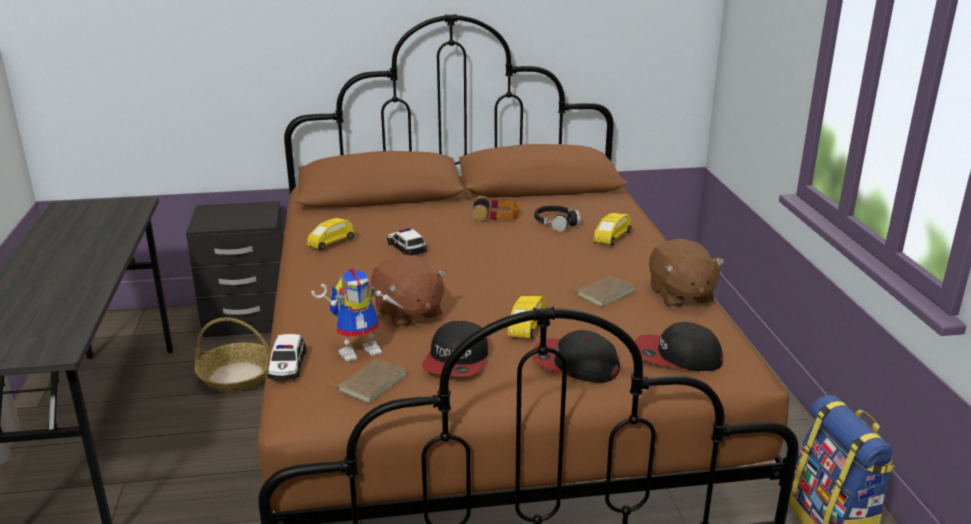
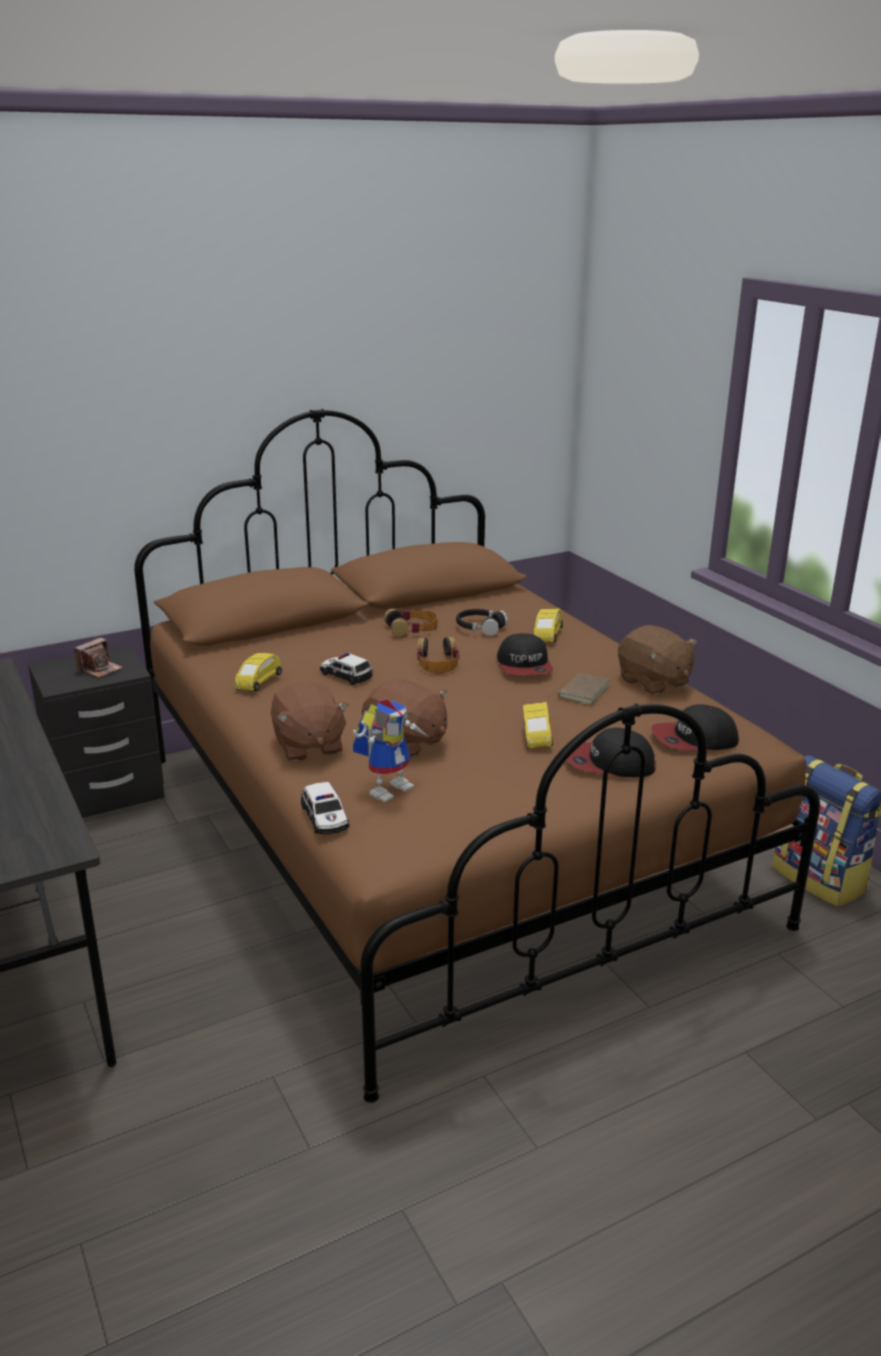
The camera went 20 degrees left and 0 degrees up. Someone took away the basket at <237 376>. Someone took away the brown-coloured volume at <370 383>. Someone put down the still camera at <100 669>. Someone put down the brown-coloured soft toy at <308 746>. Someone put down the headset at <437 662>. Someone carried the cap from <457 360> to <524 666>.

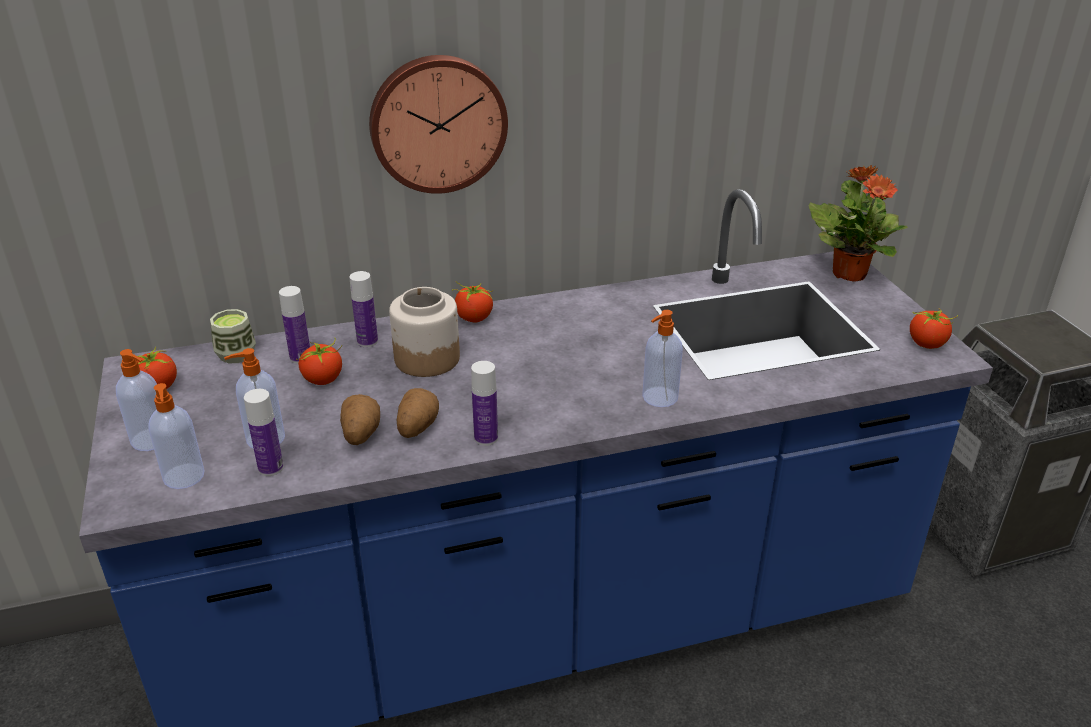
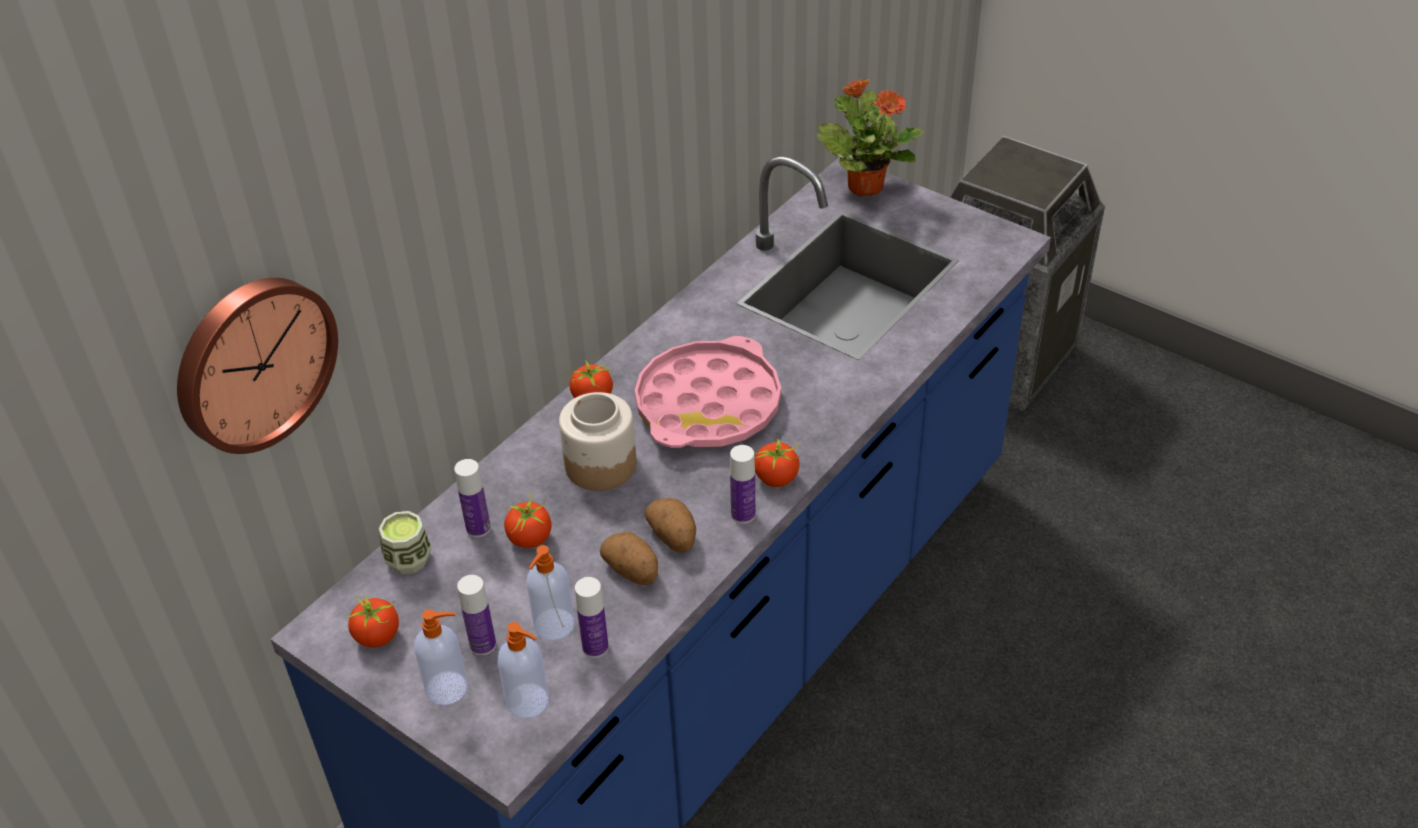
The camera went 35 degrees left and 10 degrees up. Someone took away the liquid soap bottle at <659 398>. Someone put down the pinkish serving tray at <708 405>. Someone carried the beverage bottle from <367 341> to <483 645>. Someone carried the wall clock from <437 123> to <253 362>. Someone carried the fresh tomato from <927 344> to <777 478>.

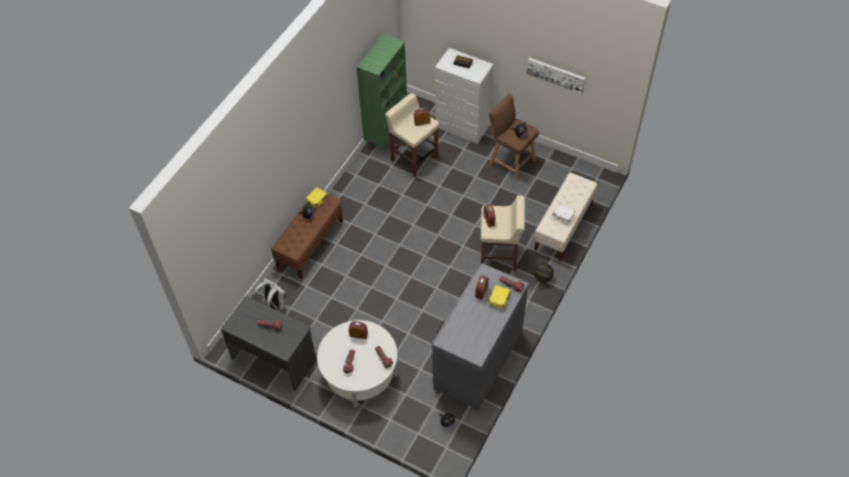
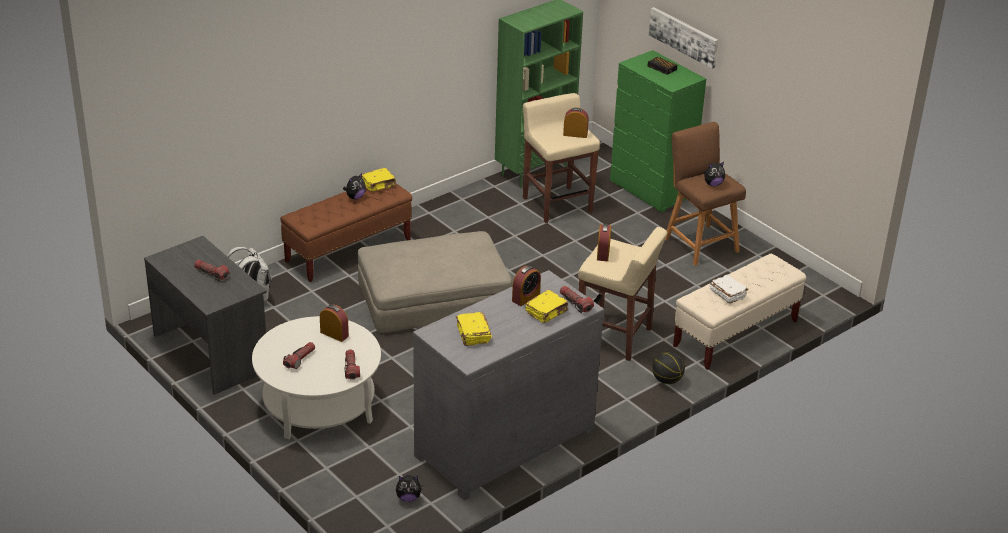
The camera went 20 degrees right and 20 degrees down. Someone put down the beige-coloured pouffe at <434 297>. Someone put down the yellow volume at <473 335>. Someone carried the wall art from <556 74> to <684 36>. Someone repainted the white dresser at <463 127>, which became the green-coloured dresser at <651 190>.

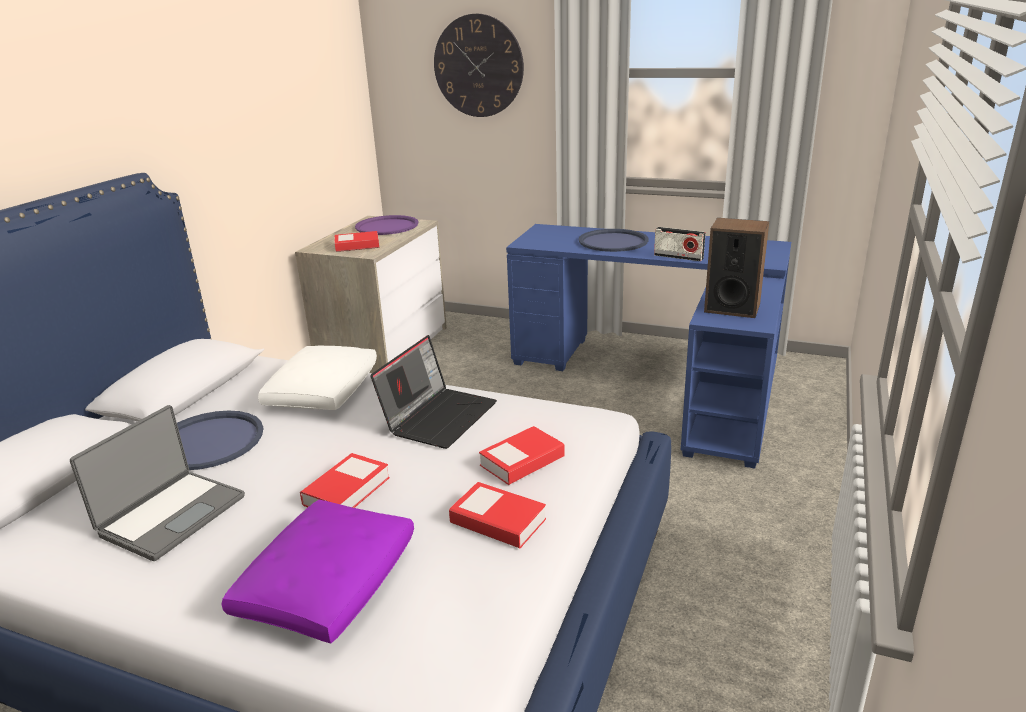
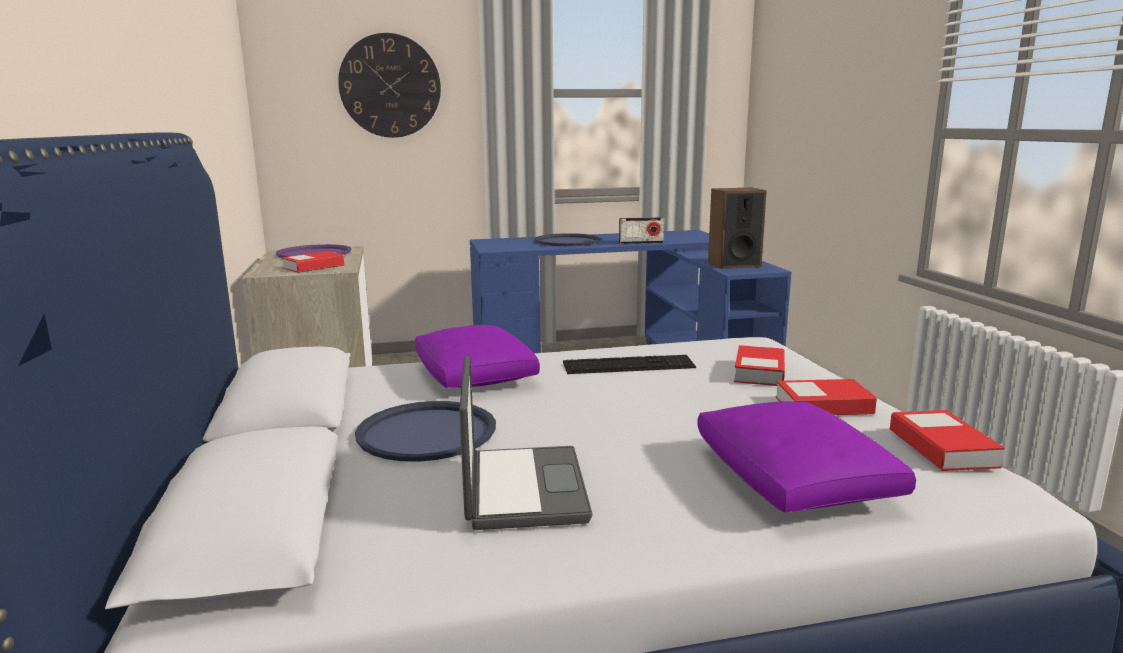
The camera went 35 degrees left and 10 degrees down. Someone carried the volume from <347 491> to <942 448>. Someone swapped the laptop at <439 416> for the PC keyboard at <628 365>. Someone repainted the white throw pillow at <323 391>, which became the purple-coloured throw pillow at <474 374>.

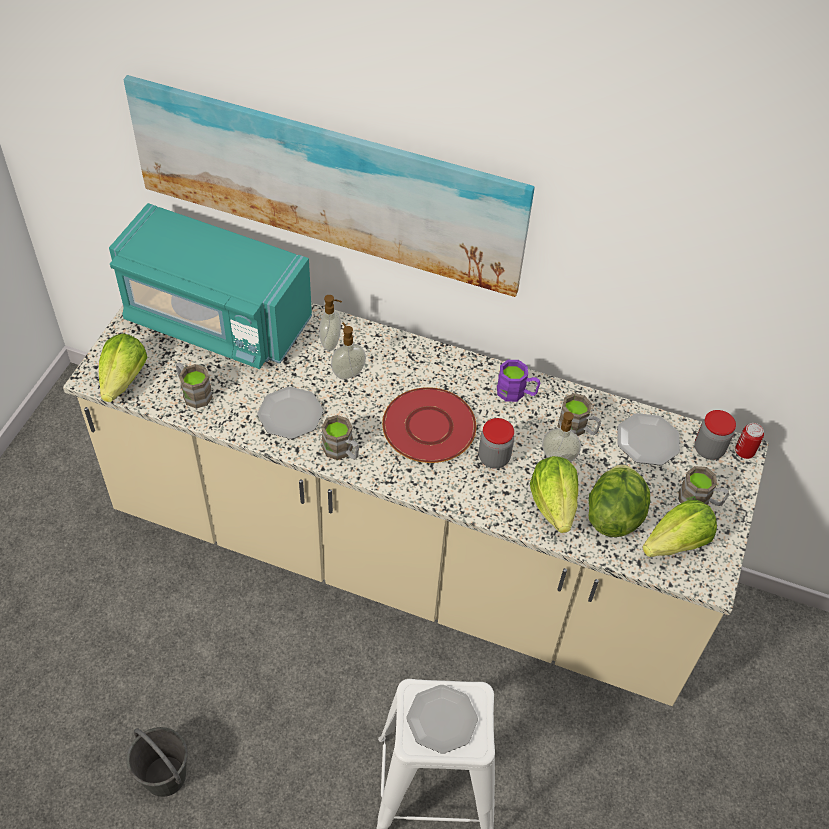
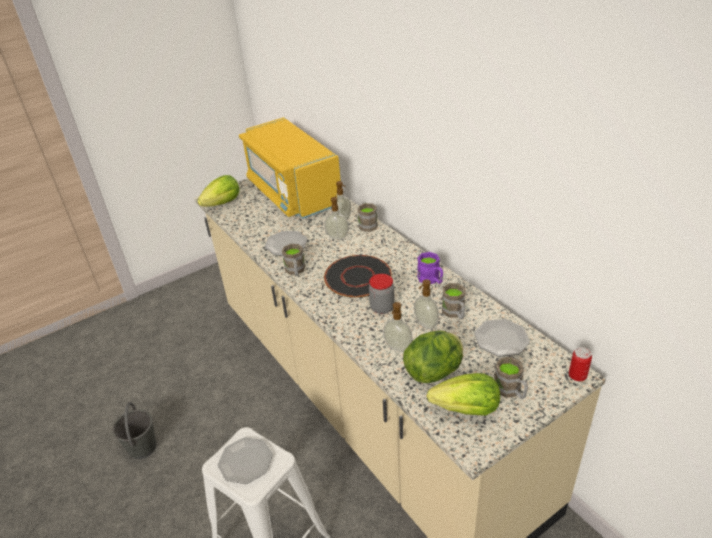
The camera went 40 degrees right and 15 degrees down. Someone took away the wall art at <327 180>. Someone took away the storage jar at <708 449>. Someone carried the brown-coloured mug from <193 392> to <367 224>. Someone swapped the lettuce at <554 504> for the liquid soap bottle at <397 348>. Someone repainted the turquoise microwave at <215 319>, which became the yellow microwave at <293 192>. Someone repainted the reddish dinner plate at <428 426>, which became the blackish dinner plate at <357 277>.

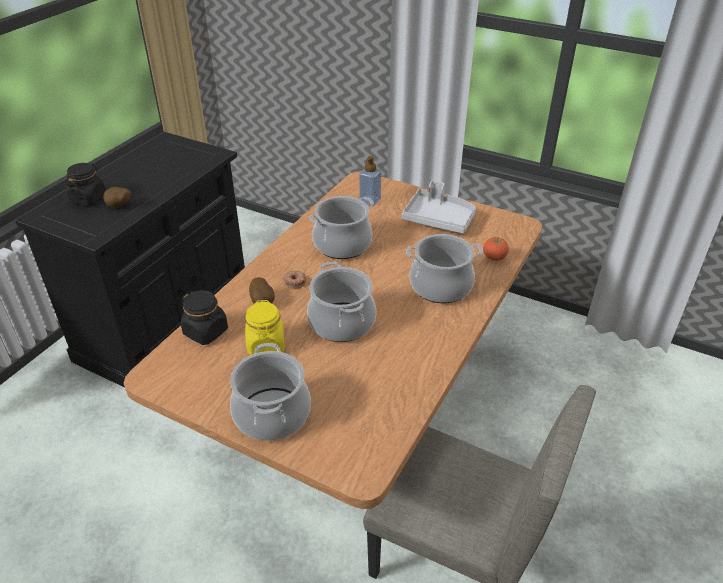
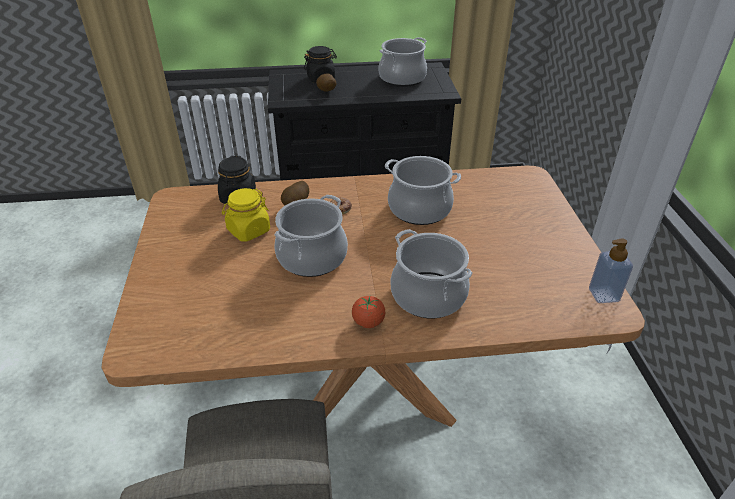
The camera went 55 degrees right and 0 degrees up. Someone took away the gray serving tray at <439 219>. Someone carried the cooking pot from <272 414> to <402 78>. Someone carried the liquid soap bottle from <370 201> to <603 295>. Someone carried the fresh tomato from <494 258> to <368 322>.

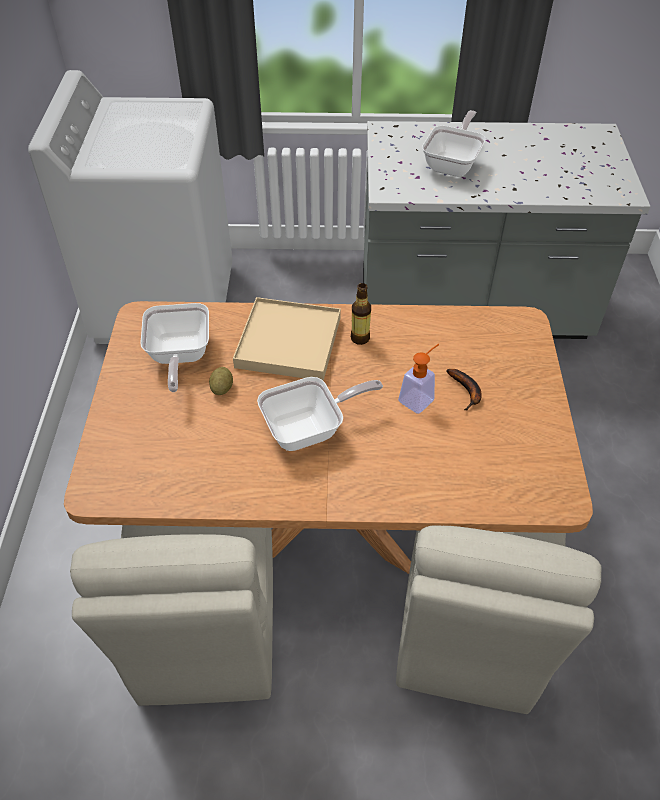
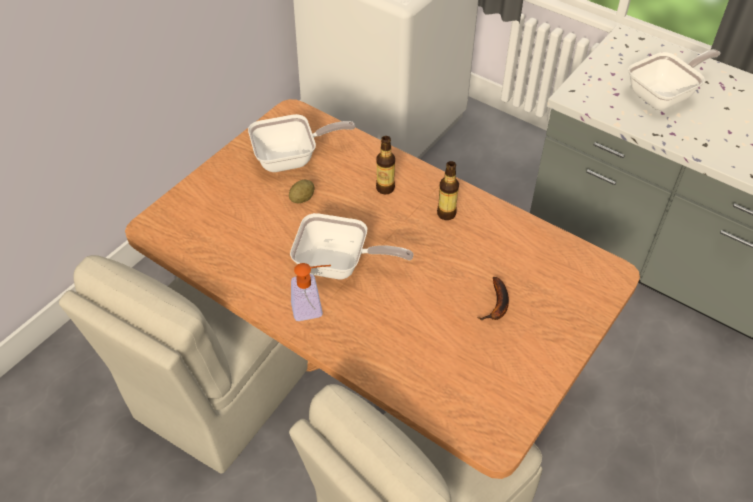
The camera went 35 degrees right and 0 degrees up. Someone carried the liquid soap bottle from <419 397> to <313 308>. Someone swapped the beige-coloured serving tray at <289 342> for the beverage bottle at <385 188>. Someone rotated the frying pan at <179 357> by 135 degrees counterclockwise.

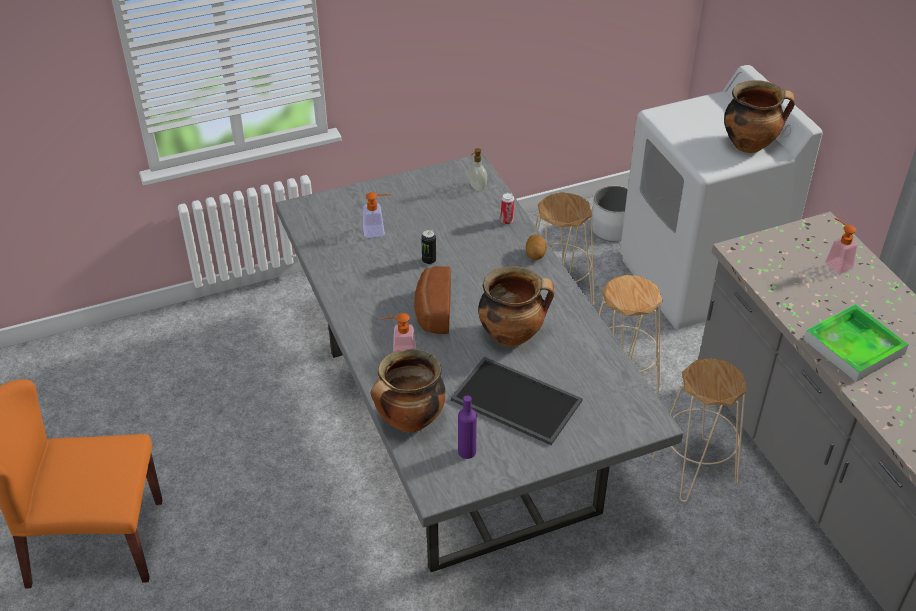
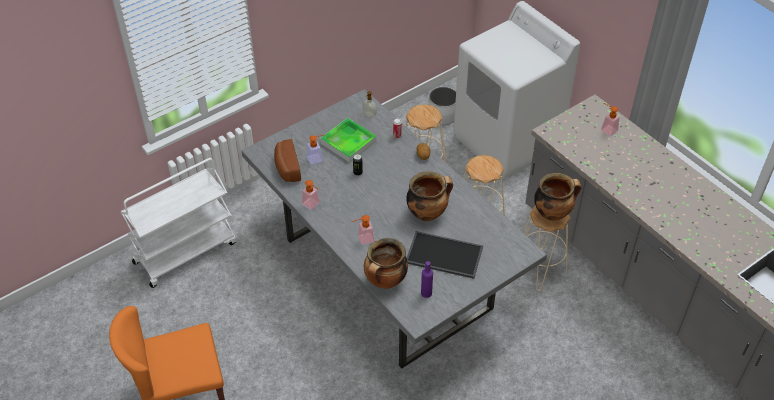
The camera went 15 degrees left and 5 degrees up. Someone put down the white cart at <186 252>. Someone put down the liquid soap bottle at <313 205>. Someone carried the bread from <432 311> to <286 168>. Someone carried the cooking pot from <750 145> to <553 213>. Someone carried the serving tray from <854 346> to <348 142>.

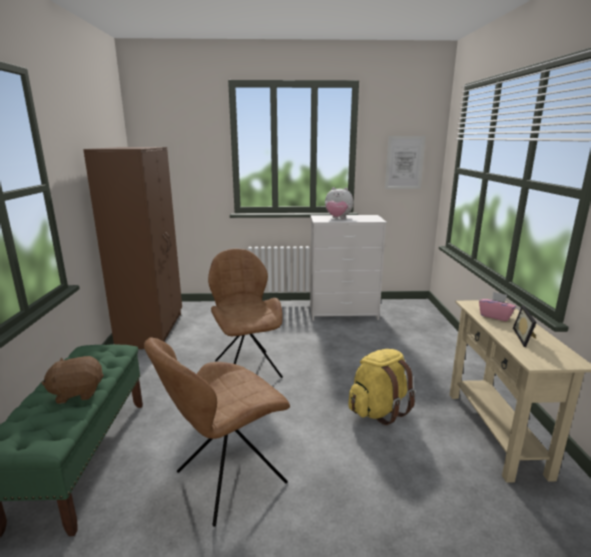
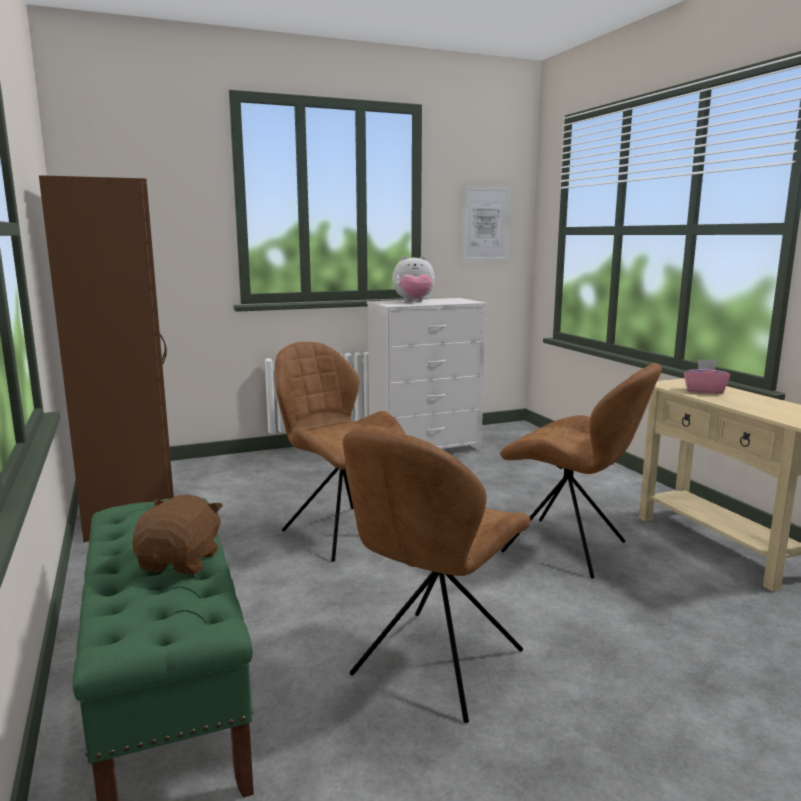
The camera went 20 degrees left and 5 degrees down. Someone took away the standing frame at <526 338>. Someone swapped the yellow backpack at <378 410> for the brown-coloured chair at <568 548>. Someone rotated the brown-coloured soft toy at <77 392> by 135 degrees clockwise.

